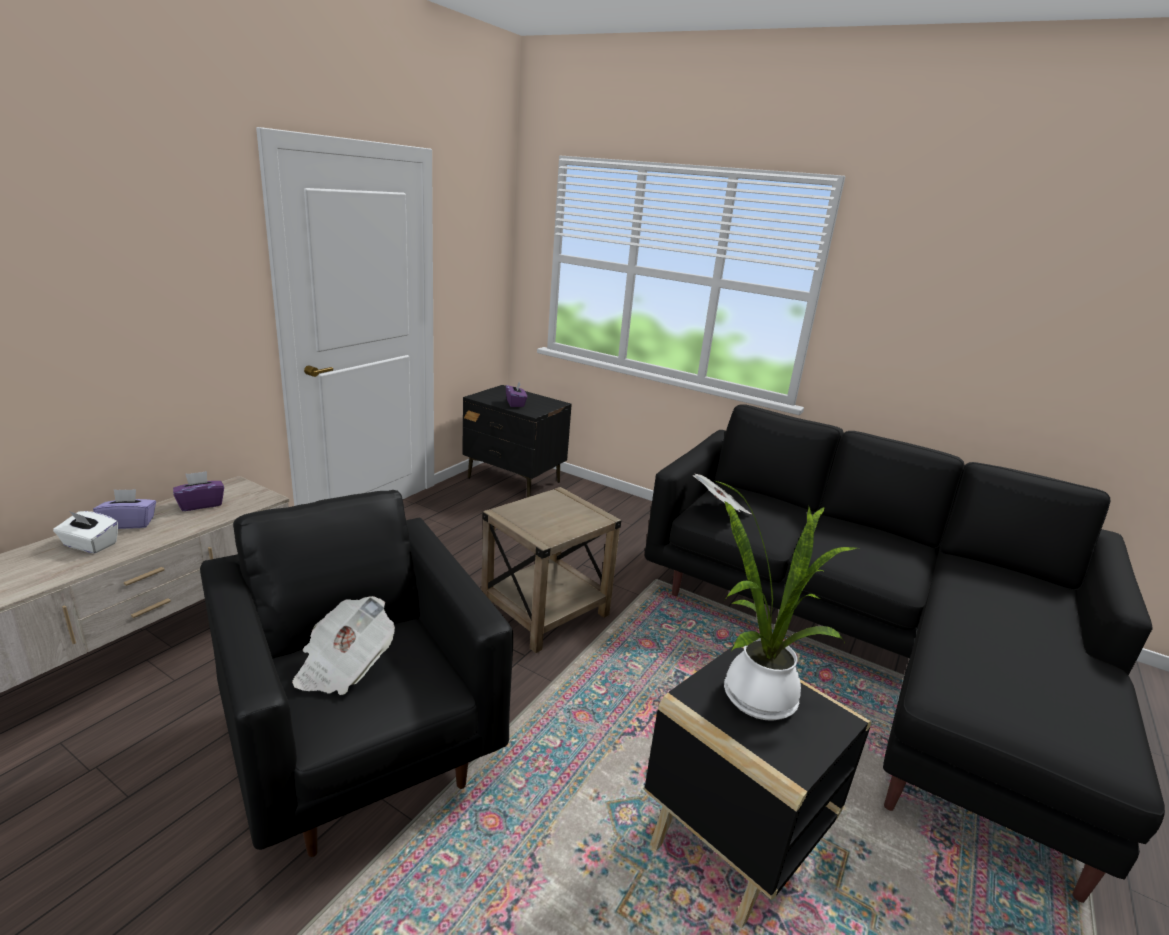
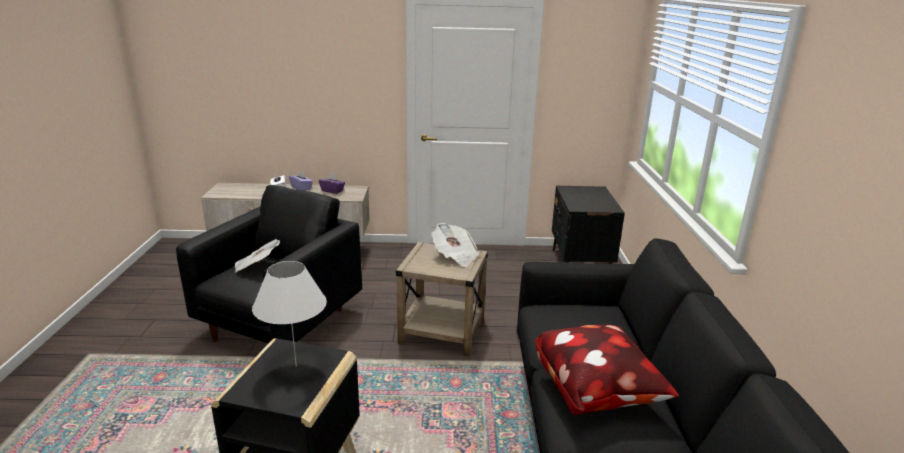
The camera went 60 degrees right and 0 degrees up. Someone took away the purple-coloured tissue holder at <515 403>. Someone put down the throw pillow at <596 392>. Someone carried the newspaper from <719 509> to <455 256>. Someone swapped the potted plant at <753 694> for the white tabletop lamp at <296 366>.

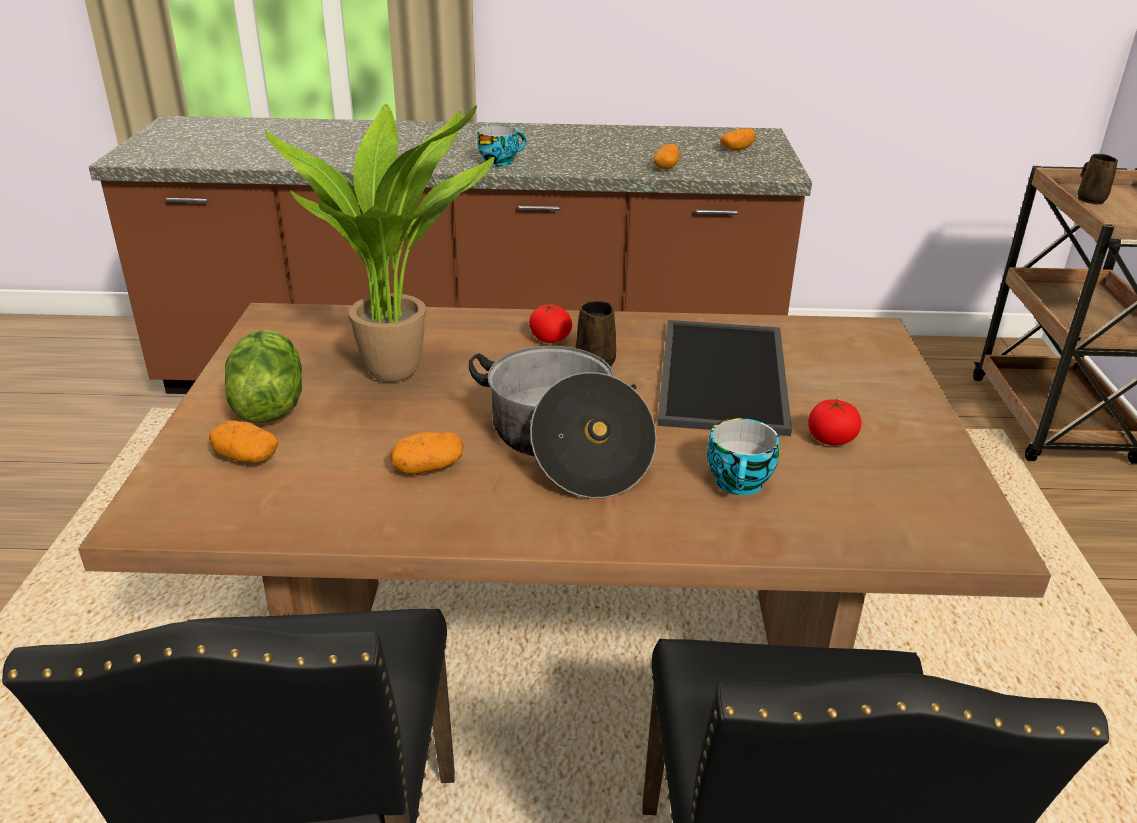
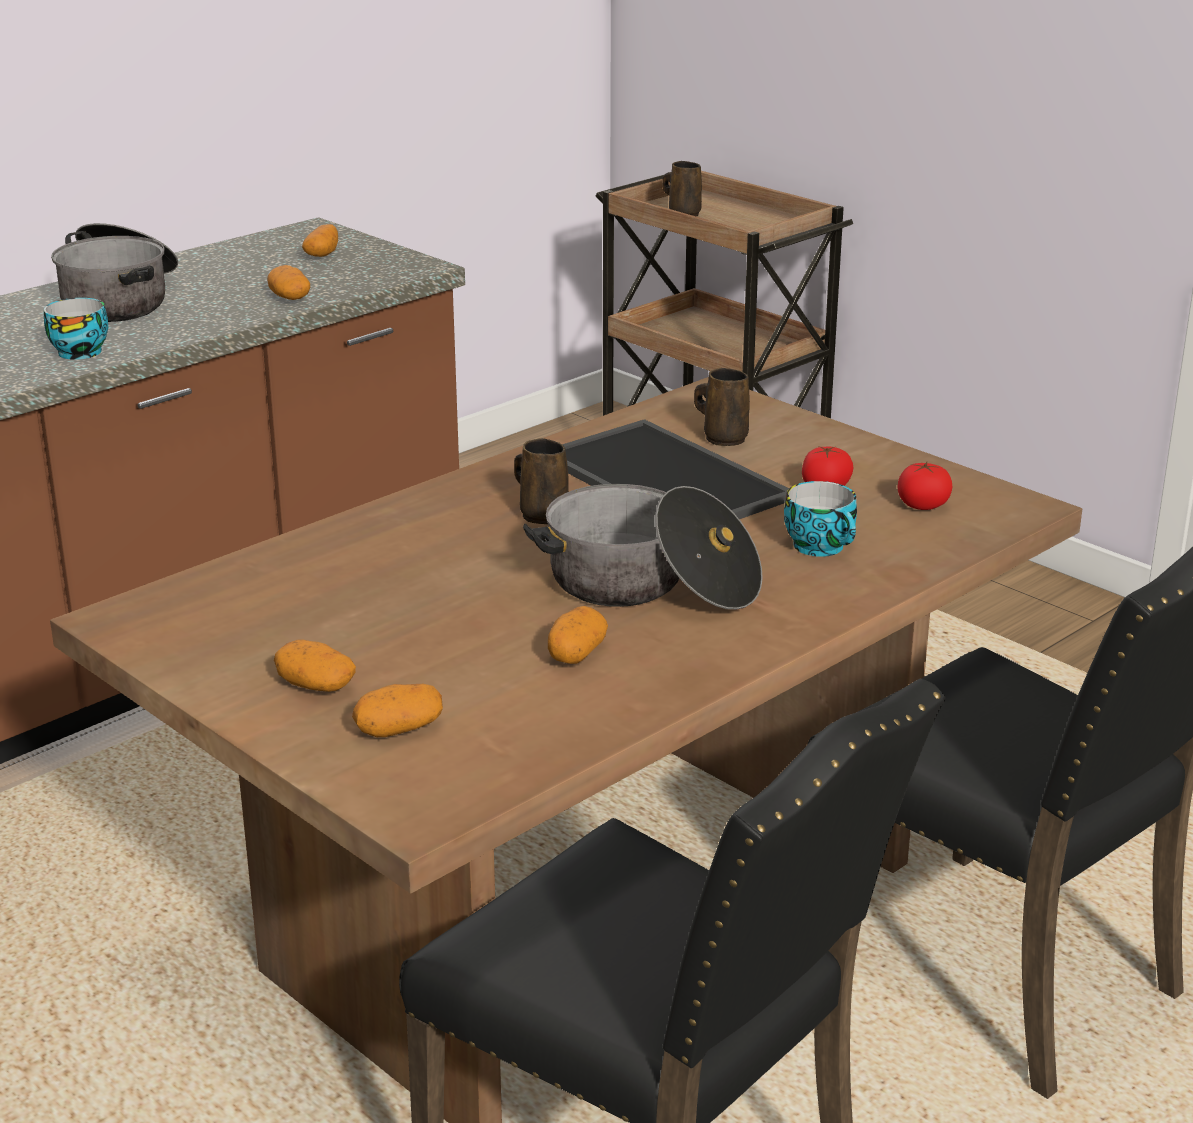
The camera went 45 degrees left and 5 degrees down. Someone took away the potted plant at <400 369>. Someone put down the cooking pot at <121 299>. Someone put down the brown-coloured mug at <723 438>. Someone carried the fresh tomato from <550 339> to <923 505>. Someone swapped the lettuce at <268 405> for the potato at <315 686>.

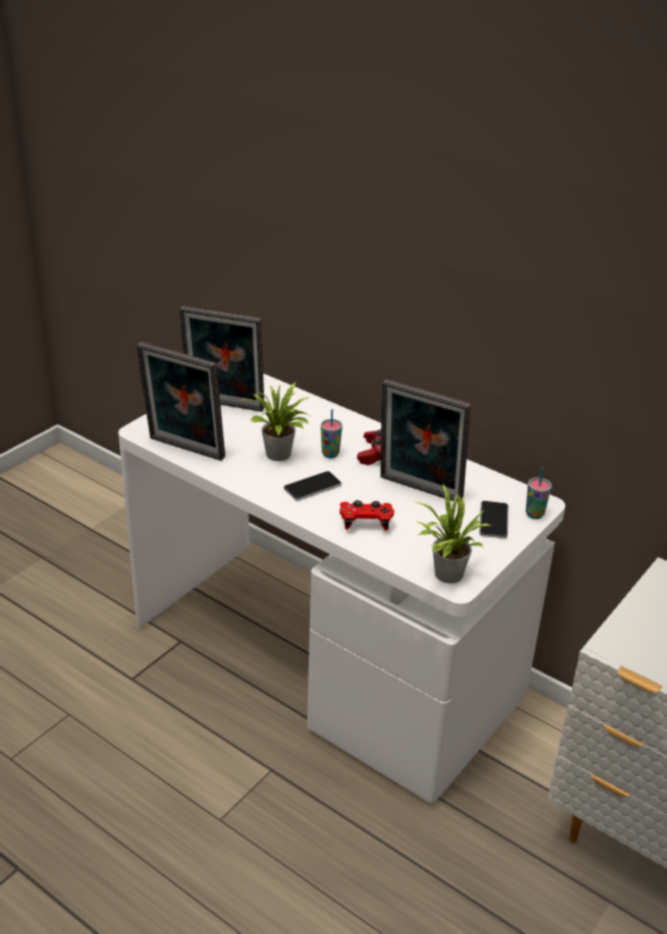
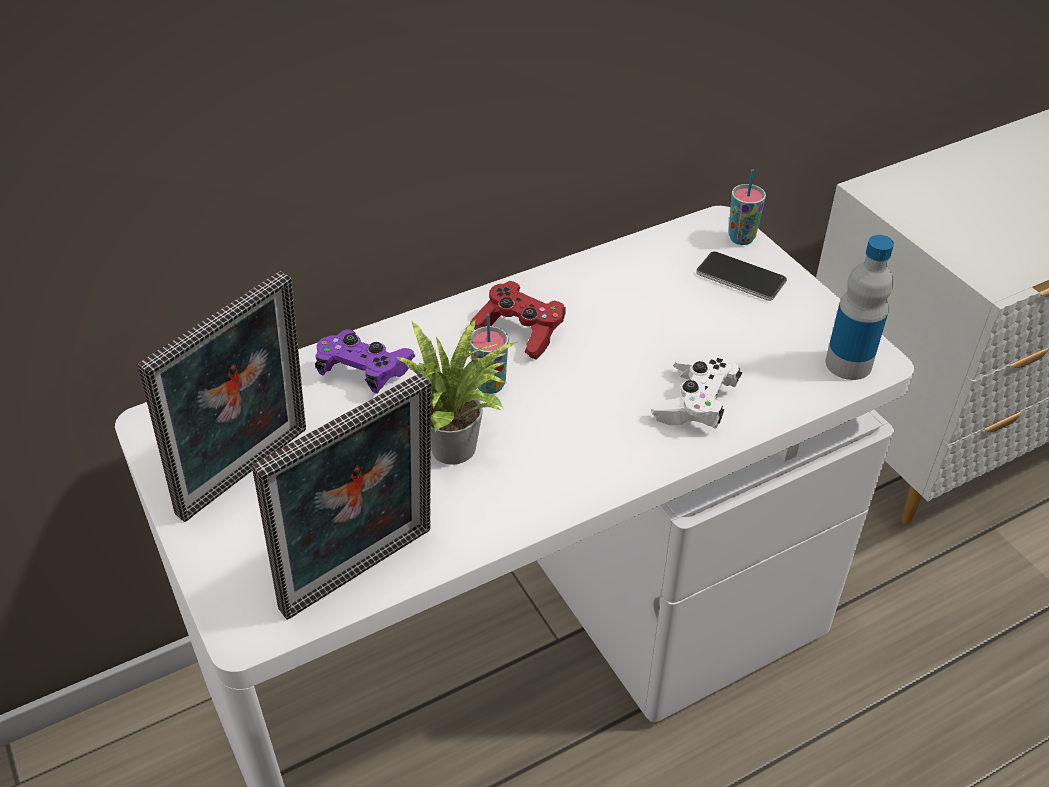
The camera went 65 degrees left and 10 degrees up. Someone took away the telephone at <312 487>. Someone took away the standing frame at <418 491>. Someone put down the purple-coloured game controller at <364 371>. Someone swapped the potted plant at <445 575> for the beverage bottle at <848 364>. Someone repainted the reddish game controller at <365 522>, which became the white game controller at <695 403>.

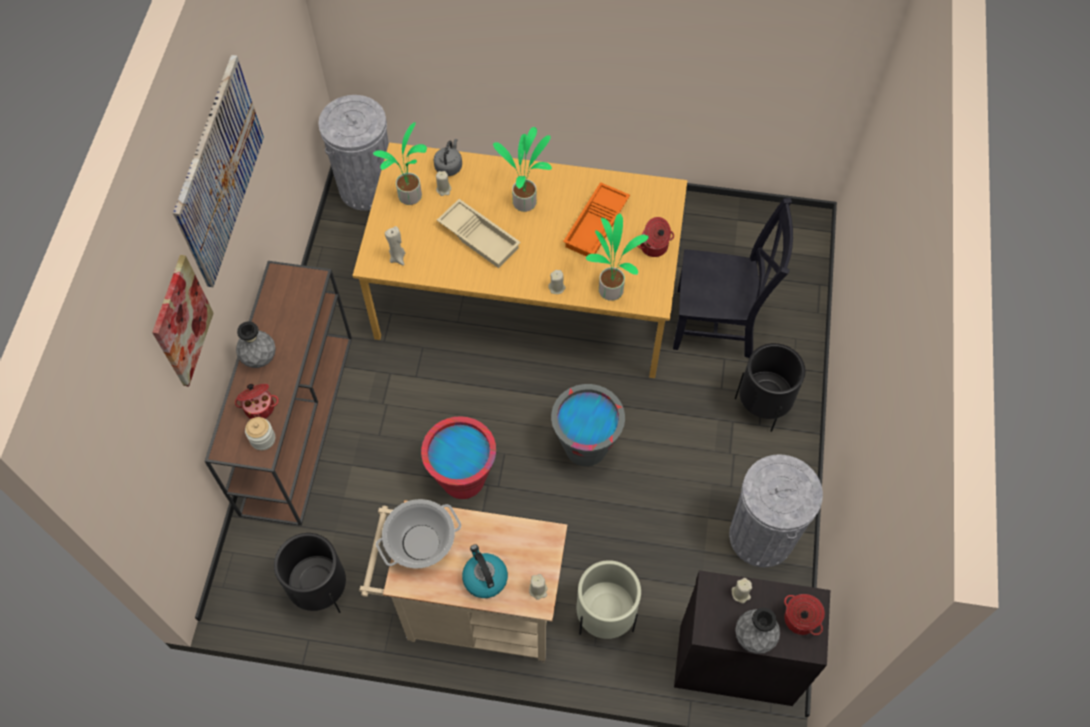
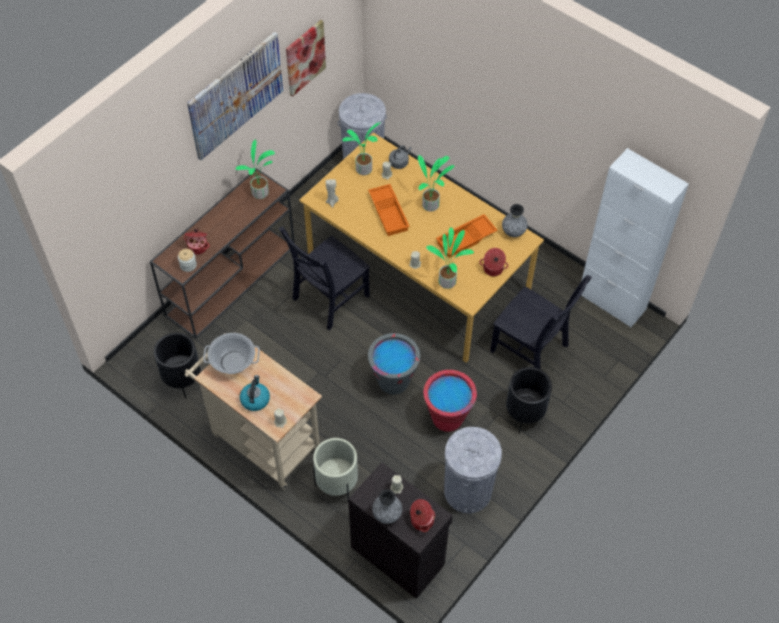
The camera went 30 degrees right and 5 degrees down. Someone put down the potted plant at <261 194>. Someone put down the blackish chair at <328 299>. Someone put down the white storage cabinet at <612 301>. Someone carried the wall art from <181 321> to <305 57>. Someone carried the gray flower vase from <260 358> to <513 232>. Someone carried the reddish water bucket from <463 479> to <447 417>. Someone repainted the beige-coloured serving tray at <480 237>, which became the orangey serving tray at <389 213>.

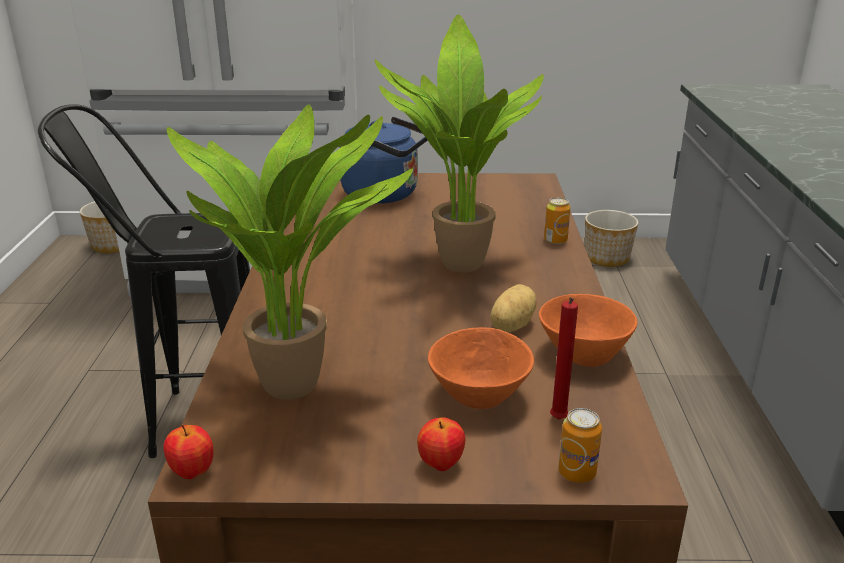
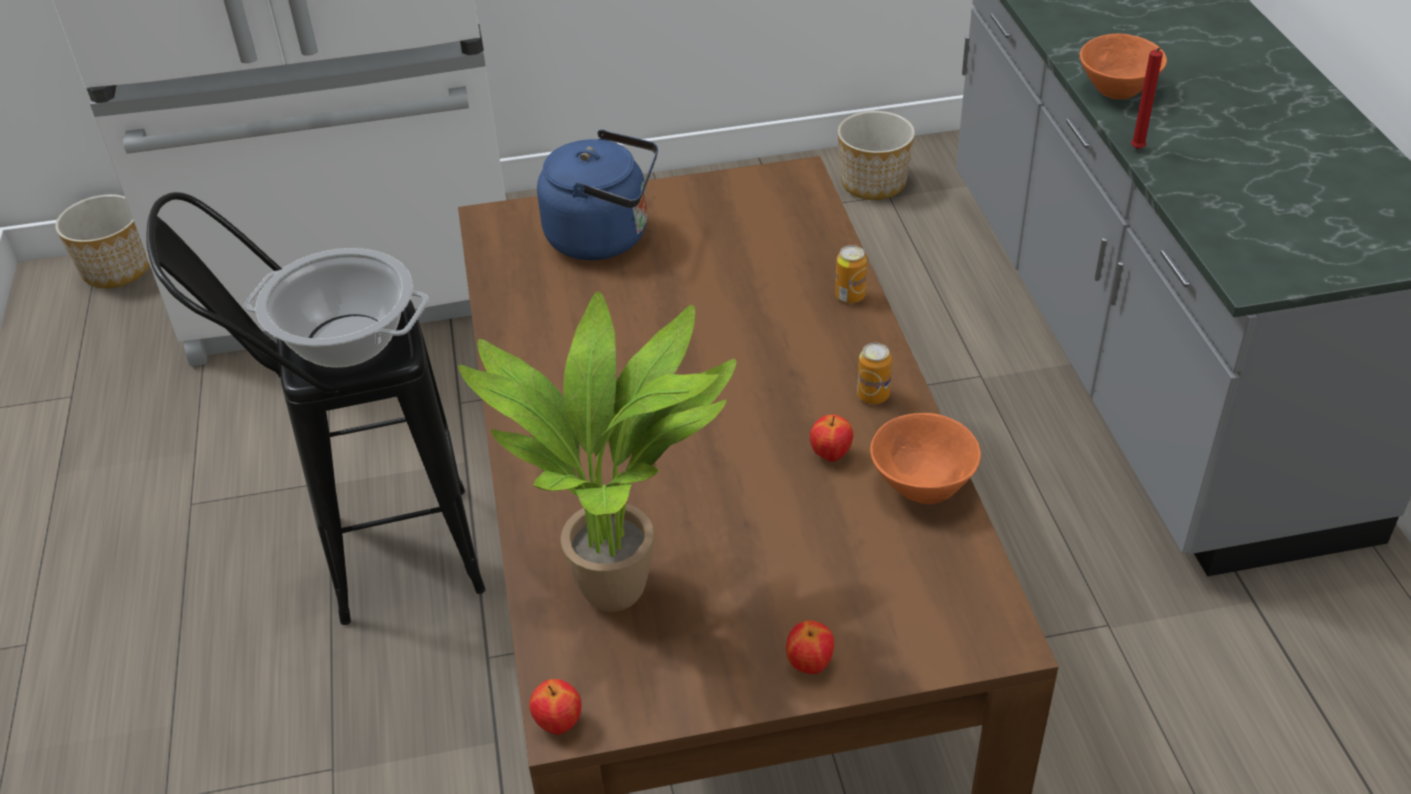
The camera went 10 degrees left and 15 degrees up. Someone took away the potted plant at <454 264>. Someone put down the cooking pot at <346 342>. Someone carried the orangey serving bowl from <476 396> to <1114 90>. Someone carried the reddish candle from <558 421> to <1137 150>. Someone carried the metal can from <576 473> to <873 395>. Someone swapped the potato at <510 325> for the whole apple at <830 455>.

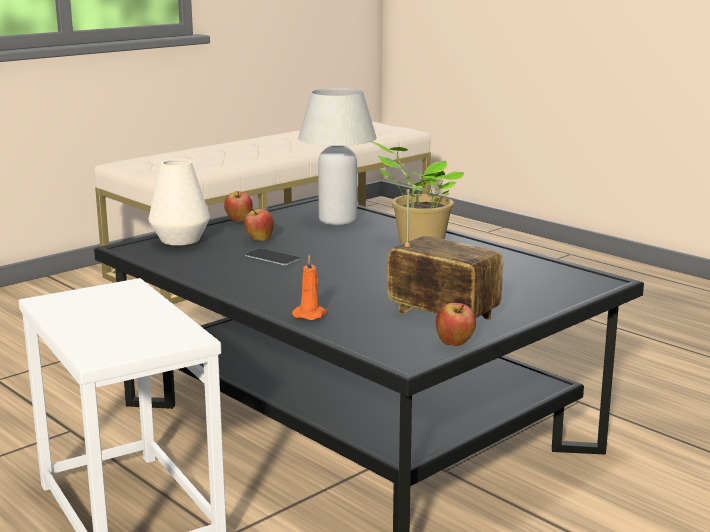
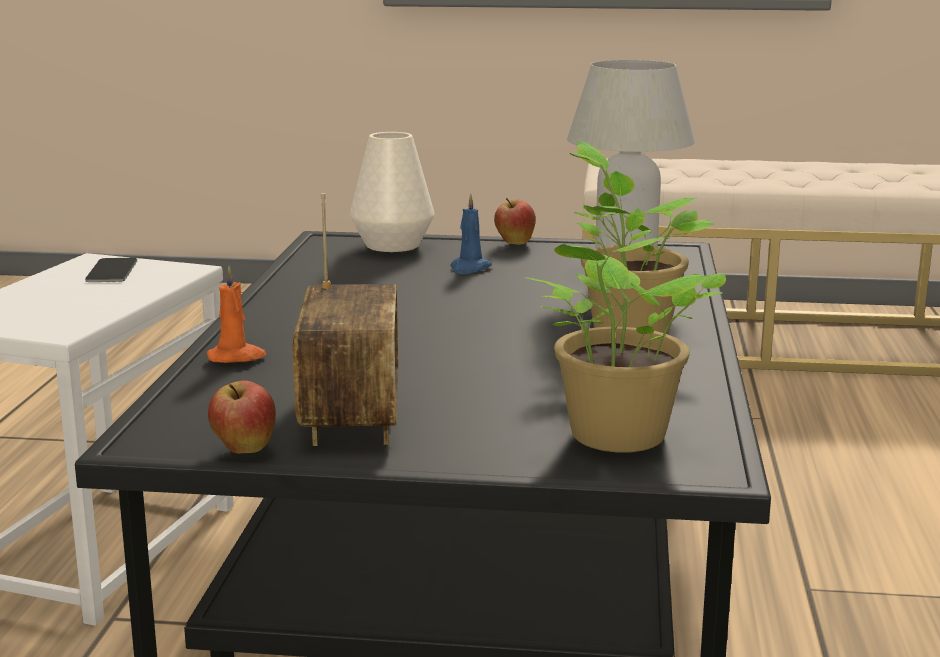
The camera went 50 degrees right and 0 degrees up. Someone put down the potted plant at <614 438>. Someone carried the telephone from <272 258> to <112 271>. Someone swapped the whole apple at <259 239> for the blue-coloured candle at <469 268>.

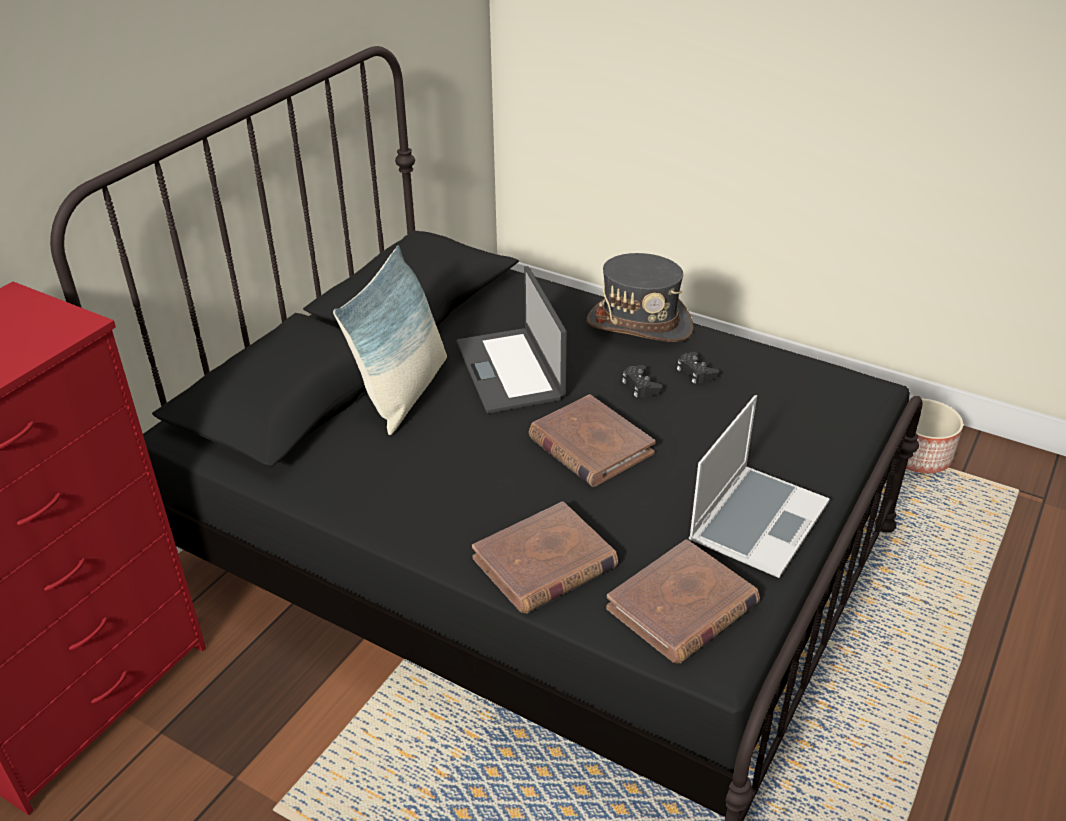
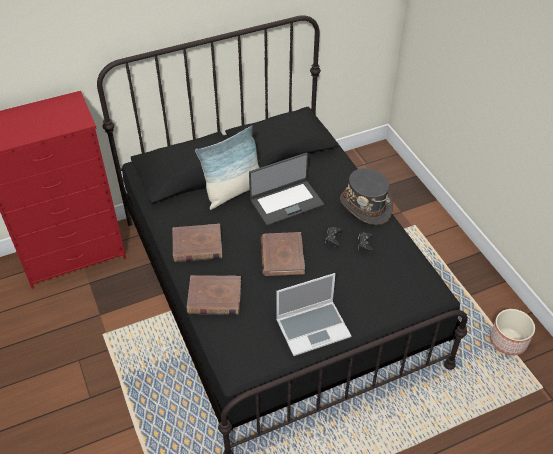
The camera went 35 degrees right and 10 degrees up. Someone carried the brown-coloured volume from <682 606> to <197 245>. Someone rotated the laptop at <511 370> by 135 degrees counterclockwise.

